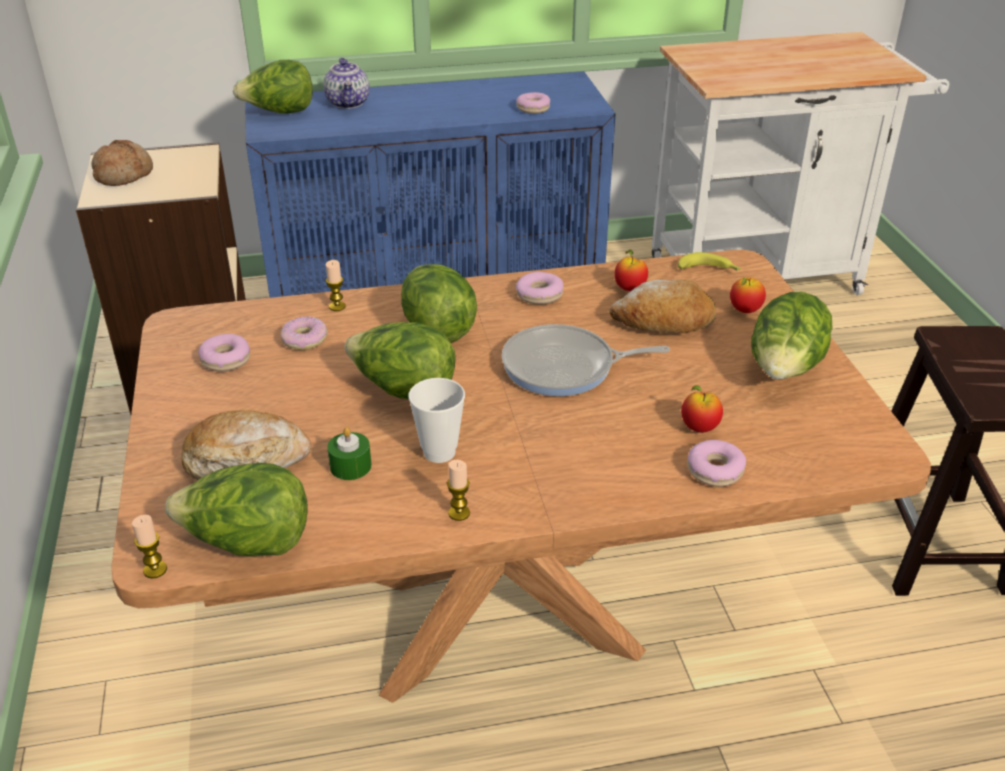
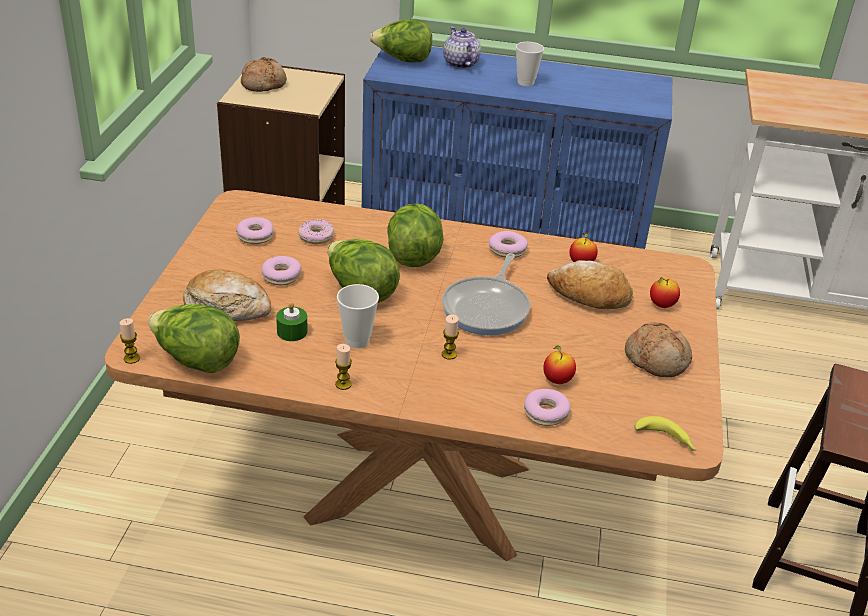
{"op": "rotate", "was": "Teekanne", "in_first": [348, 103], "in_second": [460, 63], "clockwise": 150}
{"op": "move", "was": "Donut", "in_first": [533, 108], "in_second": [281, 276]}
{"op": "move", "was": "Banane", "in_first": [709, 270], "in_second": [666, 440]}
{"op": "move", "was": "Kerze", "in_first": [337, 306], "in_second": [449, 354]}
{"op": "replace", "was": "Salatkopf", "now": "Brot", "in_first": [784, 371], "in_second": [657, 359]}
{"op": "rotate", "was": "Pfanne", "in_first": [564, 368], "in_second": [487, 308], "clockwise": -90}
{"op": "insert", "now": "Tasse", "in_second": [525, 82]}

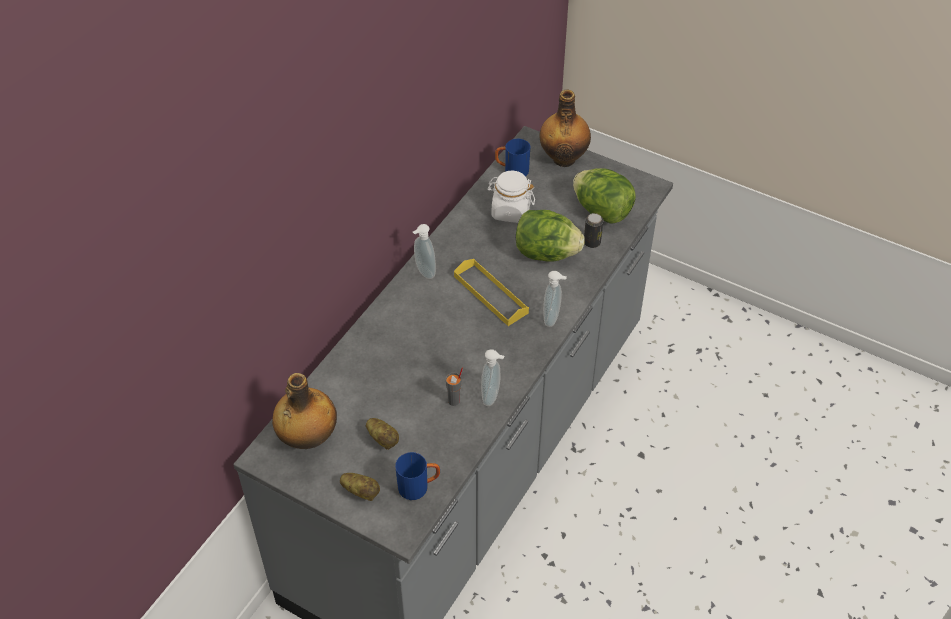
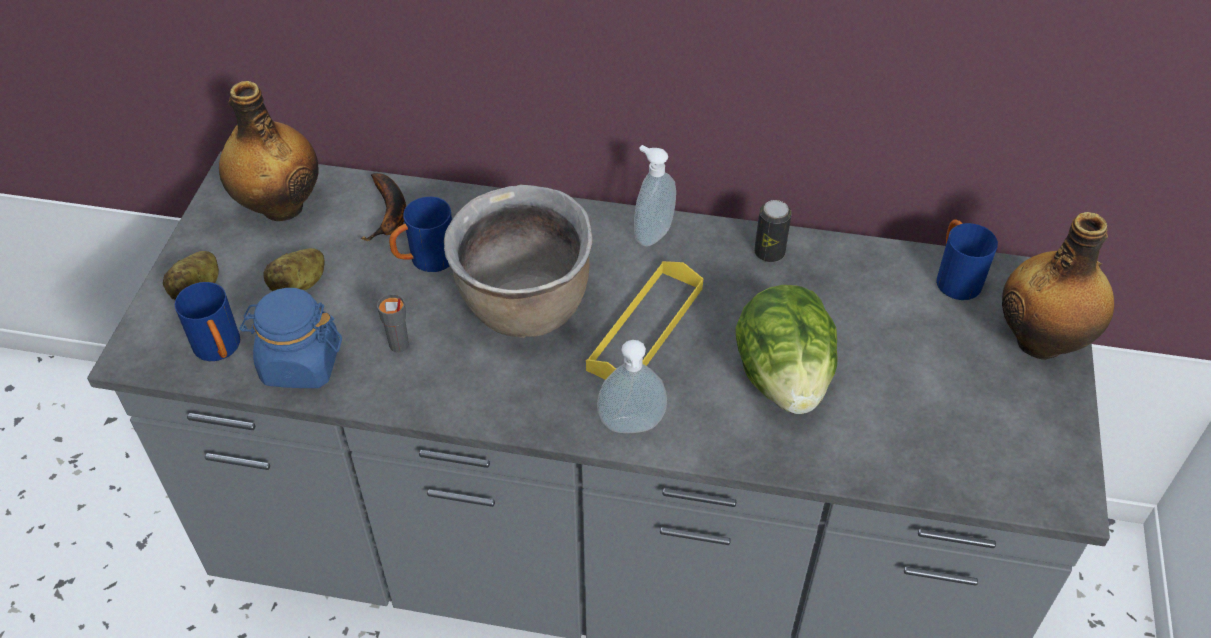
{"op": "delete", "was": "Salatkopf", "in_first": [602, 211]}
{"op": "delete", "was": "Vorratsglas/weiß", "in_first": [510, 211]}
{"op": "move", "was": "Dose", "in_first": [592, 242], "in_second": [769, 252]}
{"op": "delete", "was": "Seifenspender", "in_first": [492, 397]}
{"op": "insert", "now": "Banane", "in_second": [389, 214]}
{"op": "insert", "now": "Kochtopf/braun", "in_second": [525, 308]}
{"op": "insert", "now": "Henkelbecher/blau", "in_second": [425, 261]}
{"op": "insert", "now": "Vorratsglas/blau", "in_second": [300, 364]}

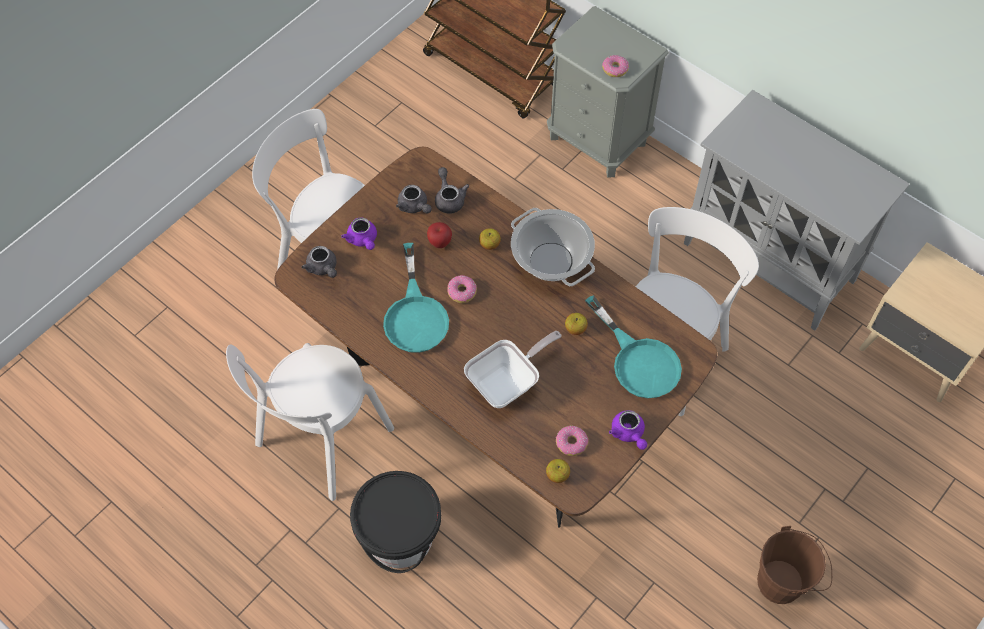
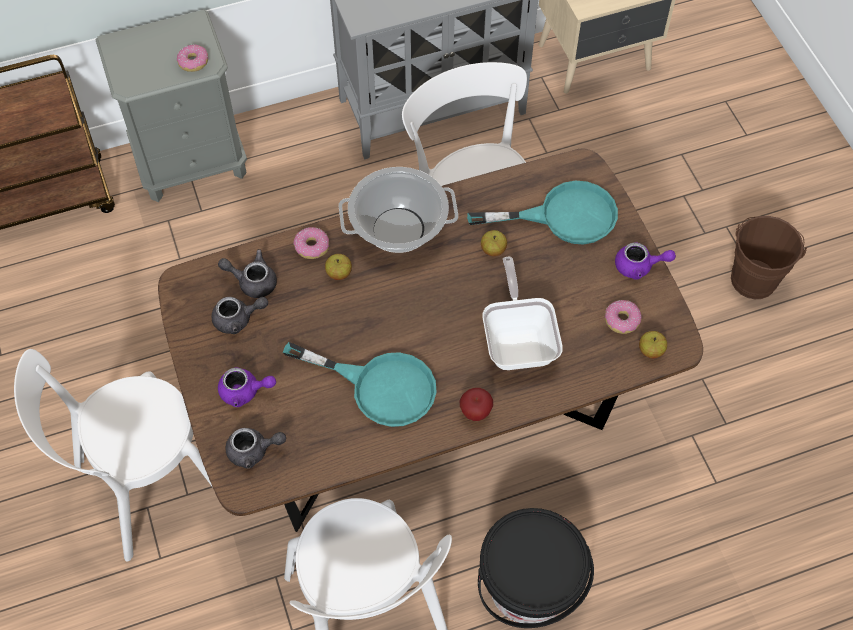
{"op": "move", "was": "Apfel", "in_first": [440, 243], "in_second": [475, 413]}
{"op": "move", "was": "Donut", "in_first": [461, 292], "in_second": [311, 247]}

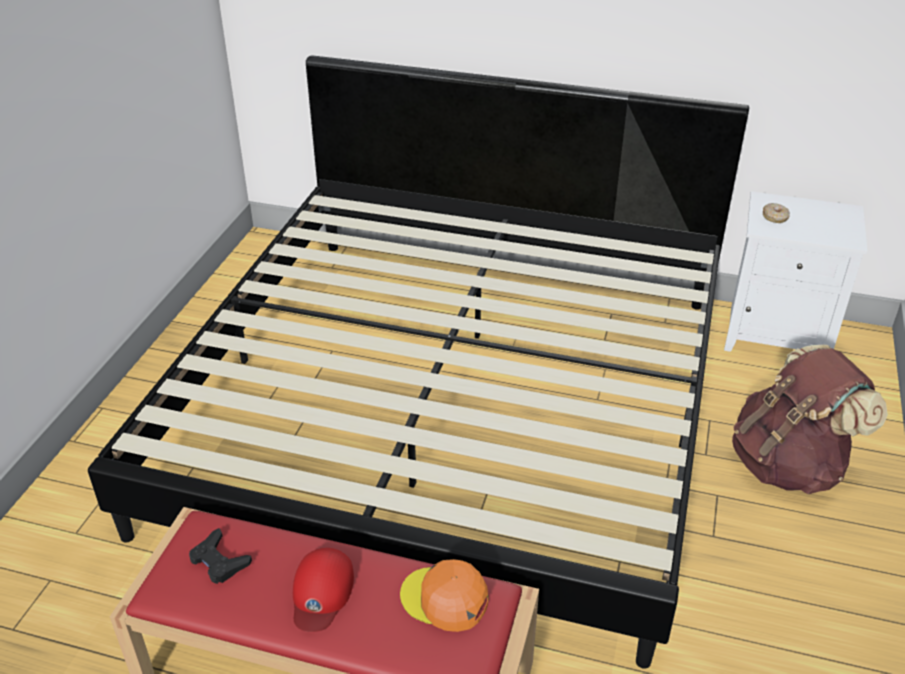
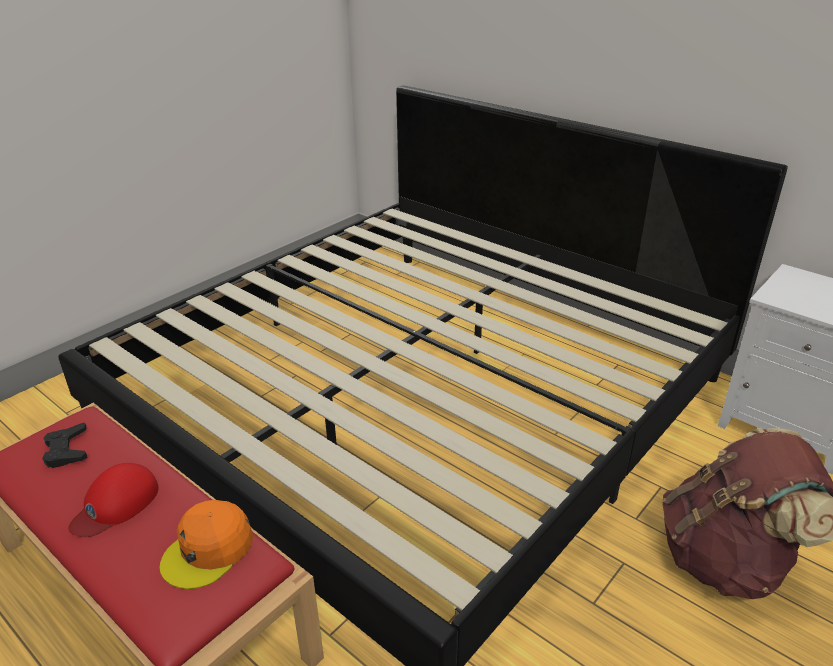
{"op": "delete", "was": "Donut", "in_first": [775, 217]}
{"op": "rotate", "was": "Kappe/orange", "in_first": [444, 599], "in_second": [208, 550], "clockwise": -105}

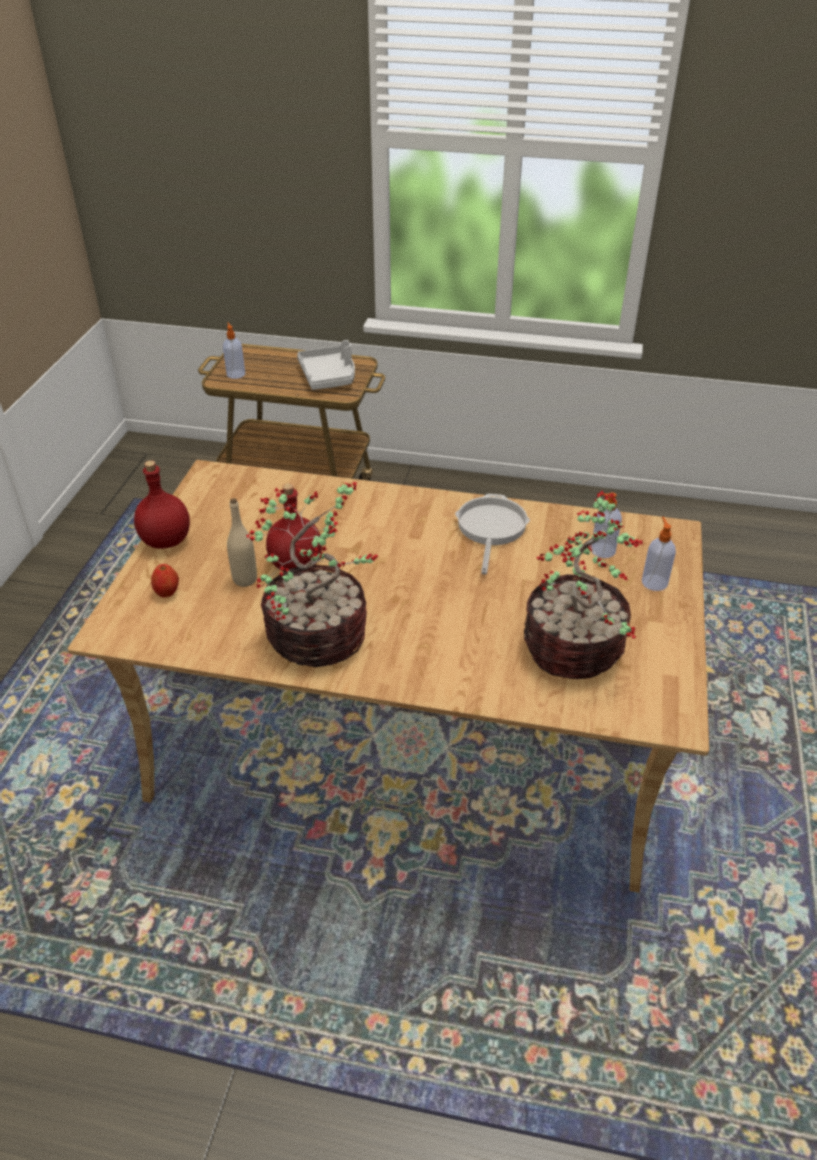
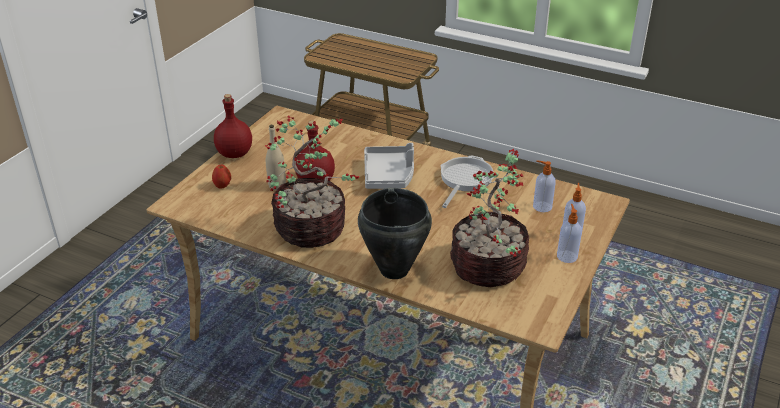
{"op": "move", "was": "Seifenspender", "in_first": [235, 374], "in_second": [566, 256]}
{"op": "move", "was": "Tablett/grau", "in_first": [329, 376], "in_second": [389, 175]}
{"op": "insert", "now": "Kochtopf/schwarz", "in_second": [393, 270]}

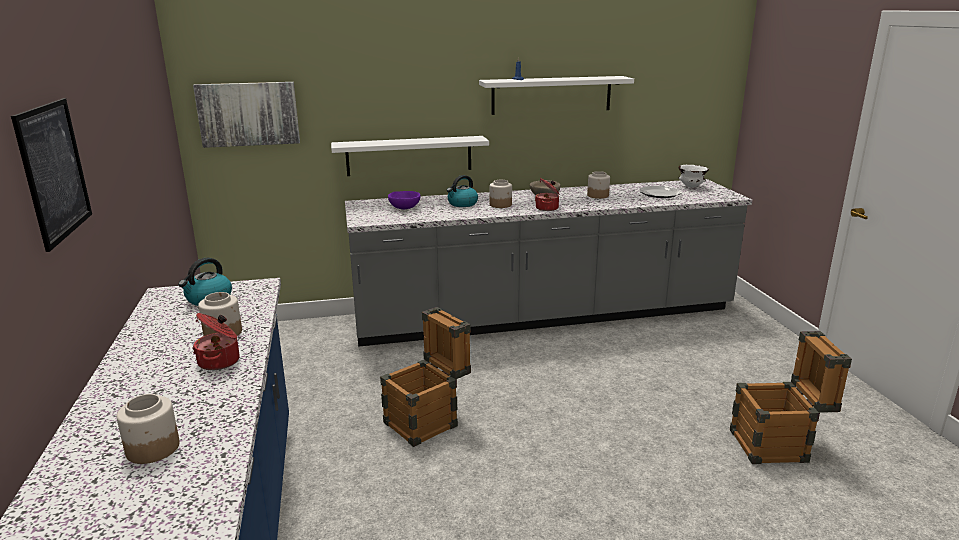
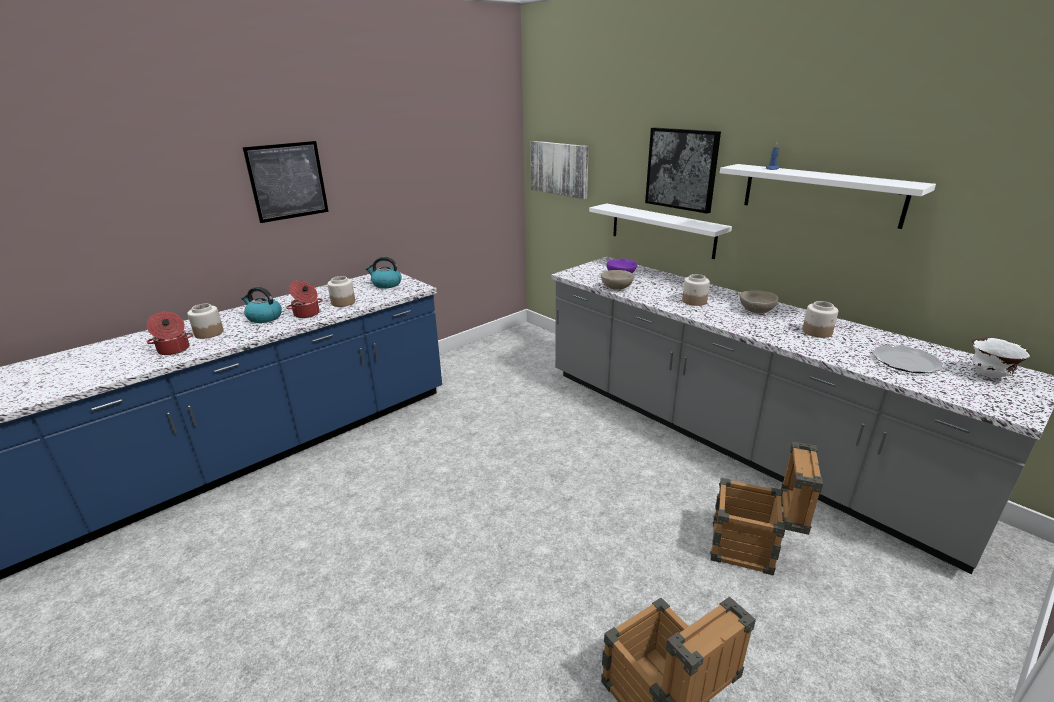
{"op": "move", "was": "Wasserkessel", "in_first": [462, 204], "in_second": [264, 318]}
{"op": "move", "was": "Kochtopf", "in_first": [547, 208], "in_second": [174, 350]}
{"op": "move", "was": "Kiste", "in_first": [428, 421], "in_second": [752, 549]}
{"op": "insert", "now": "Bild", "in_second": [681, 169]}
{"op": "insert", "now": "Schüssel/beige", "in_second": [617, 288]}

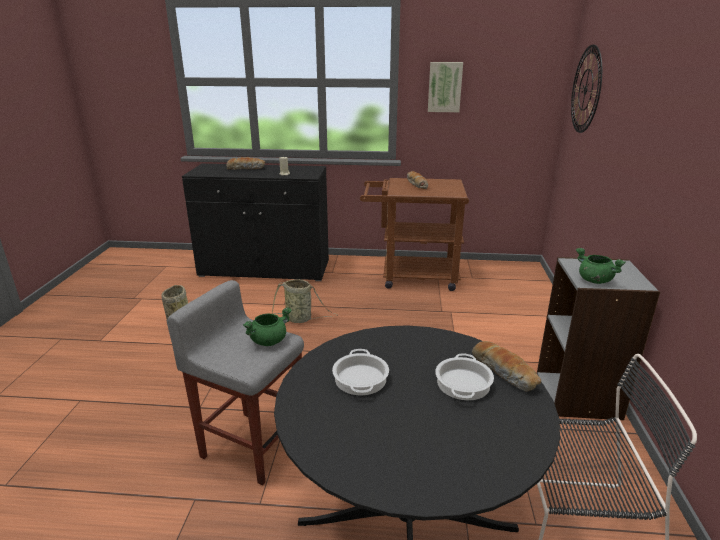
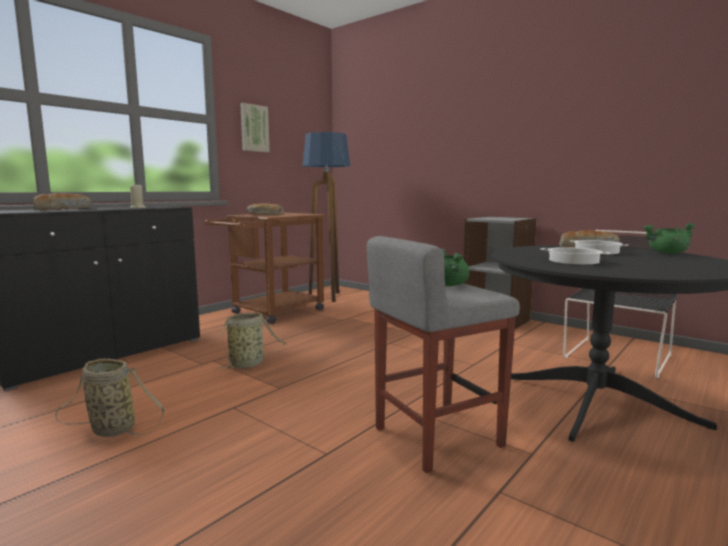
{"op": "delete", "was": "Wanduhr", "in_first": [586, 89]}
{"op": "move", "was": "Kochtopf/grün", "in_first": [594, 280], "in_second": [667, 253]}
{"op": "insert", "now": "Stehlampe", "in_second": [328, 297]}

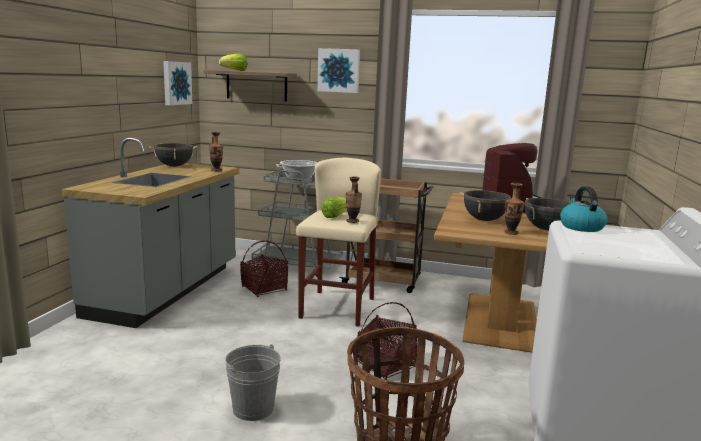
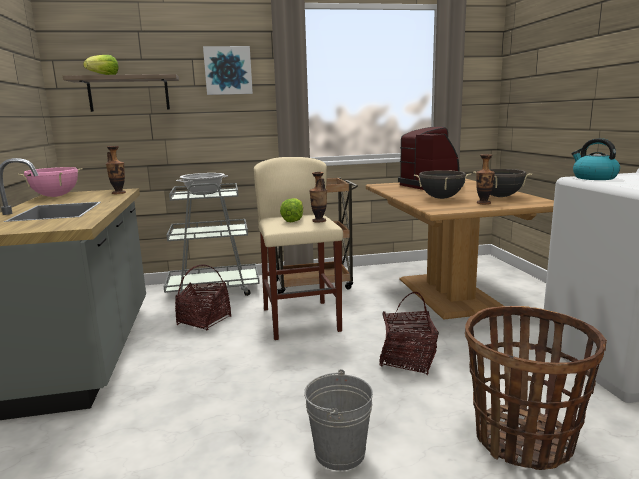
{"op": "delete", "was": "Bild", "in_first": [176, 83]}
{"op": "recolor", "was": "Kochtopf/schwarz", "now": "Kochtopf/rosa", "in_first": [174, 166], "in_second": [55, 196]}

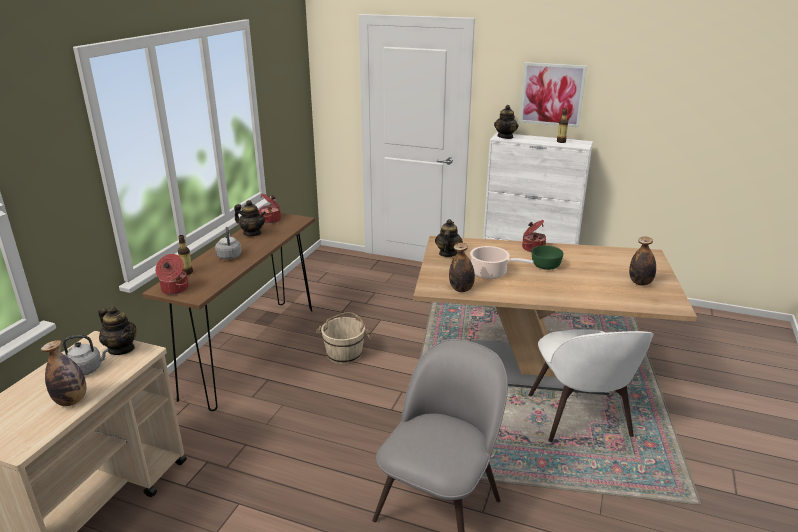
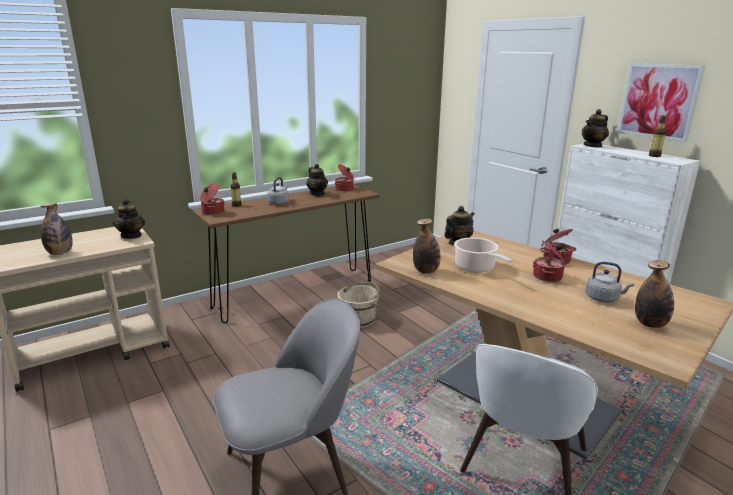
{"op": "replace", "was": "Schüssel/grün", "now": "Kochtopf", "in_first": [545, 265], "in_second": [548, 277]}
{"op": "move", "was": "Wasserkessel/grau", "in_first": [87, 369], "in_second": [603, 298]}

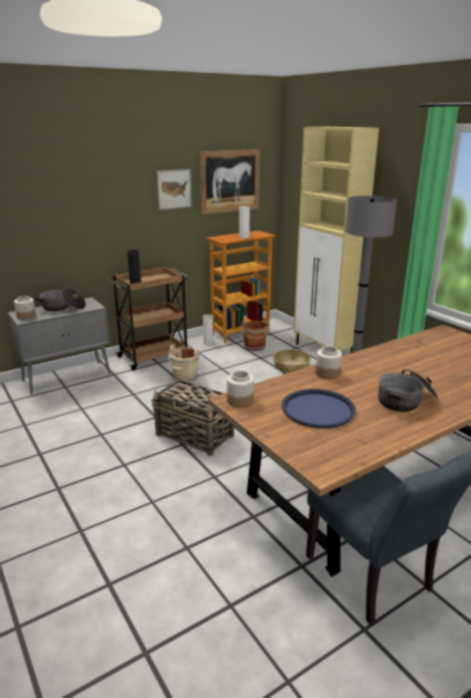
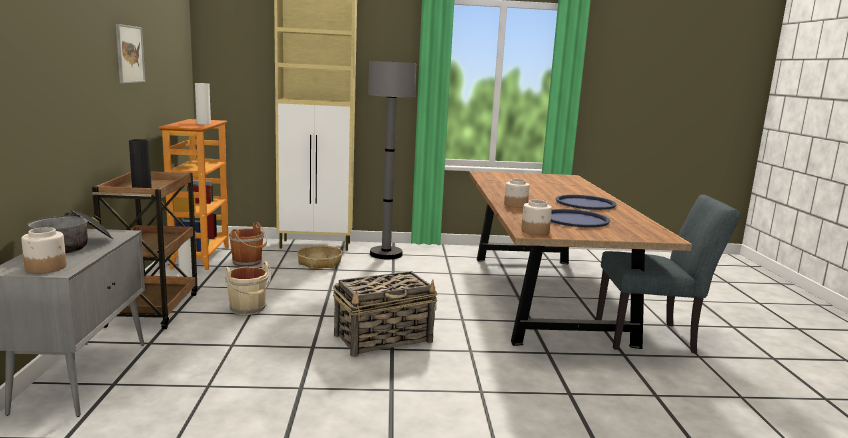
{"op": "delete", "was": "Bild", "in_first": [230, 181]}
{"op": "replace", "was": "Kochtopf", "now": "Tablett/blau", "in_first": [406, 401], "in_second": [585, 203]}

